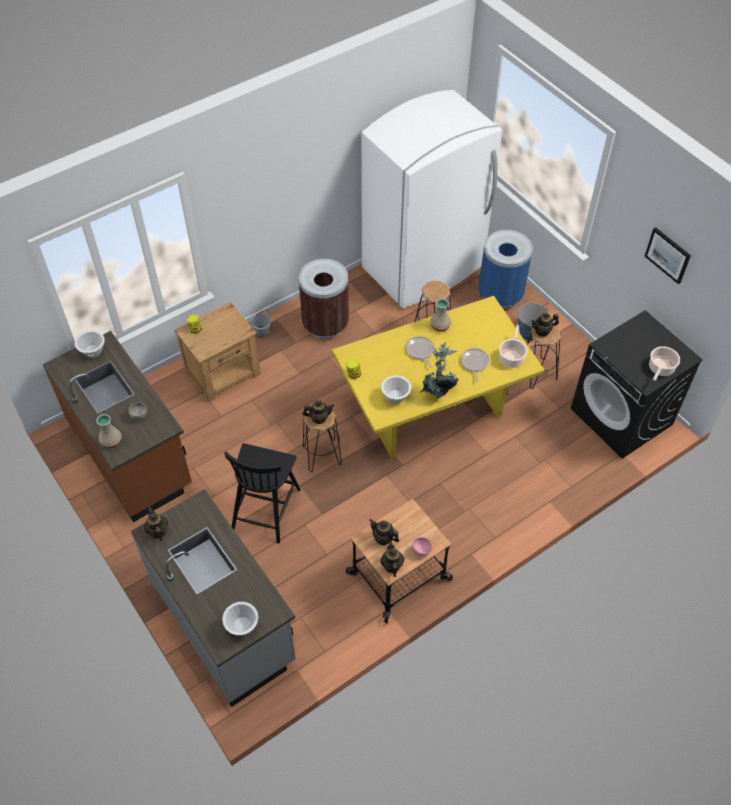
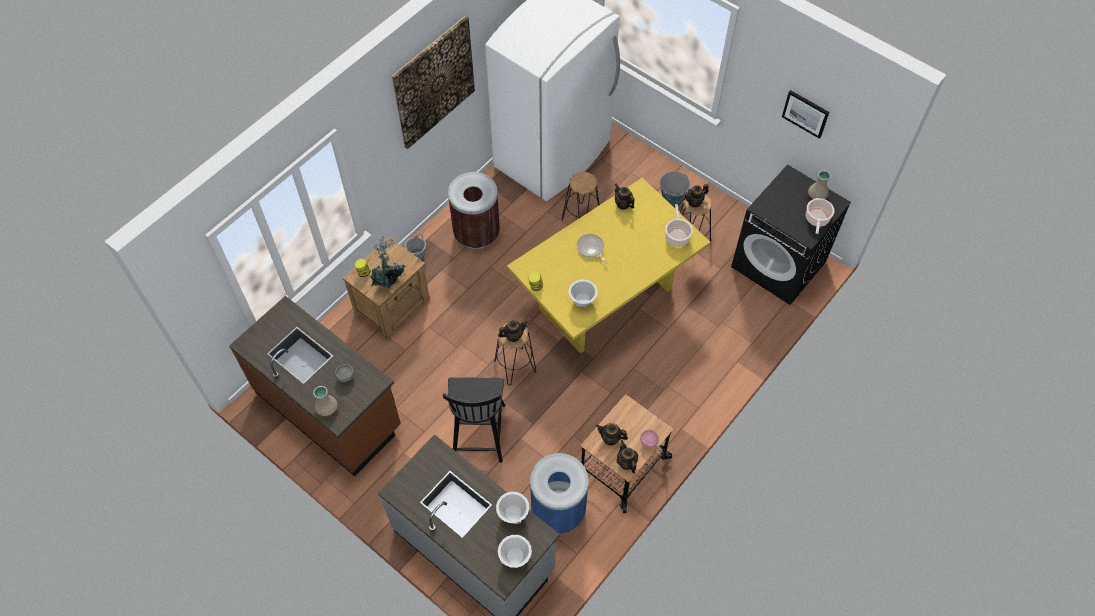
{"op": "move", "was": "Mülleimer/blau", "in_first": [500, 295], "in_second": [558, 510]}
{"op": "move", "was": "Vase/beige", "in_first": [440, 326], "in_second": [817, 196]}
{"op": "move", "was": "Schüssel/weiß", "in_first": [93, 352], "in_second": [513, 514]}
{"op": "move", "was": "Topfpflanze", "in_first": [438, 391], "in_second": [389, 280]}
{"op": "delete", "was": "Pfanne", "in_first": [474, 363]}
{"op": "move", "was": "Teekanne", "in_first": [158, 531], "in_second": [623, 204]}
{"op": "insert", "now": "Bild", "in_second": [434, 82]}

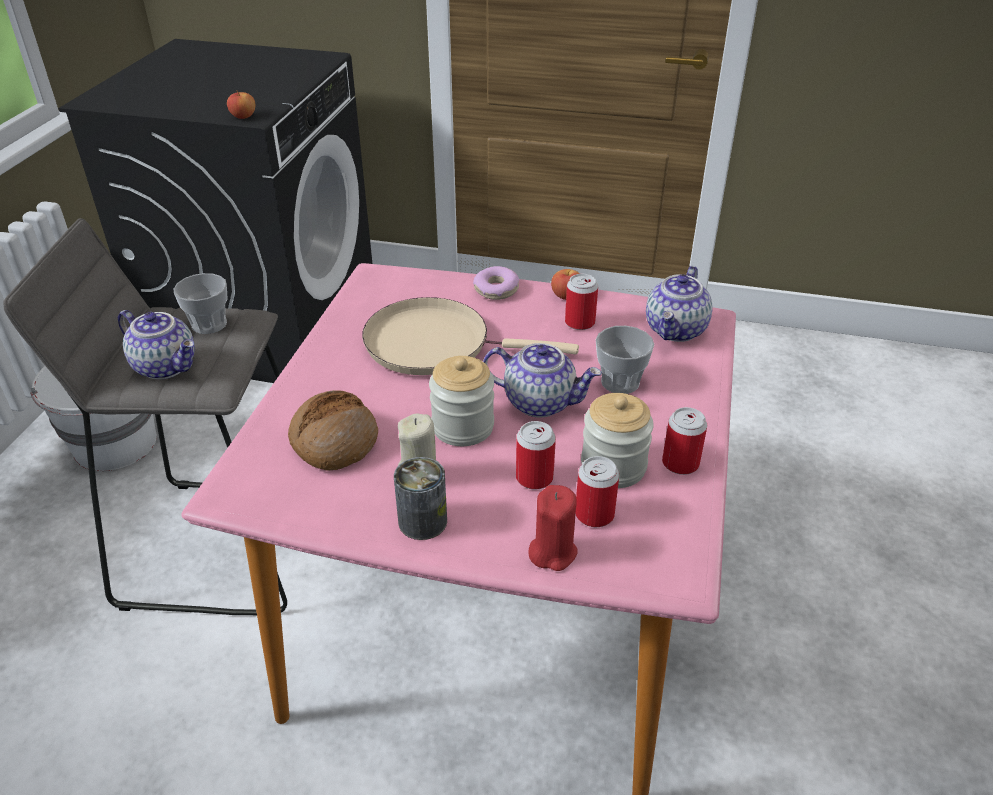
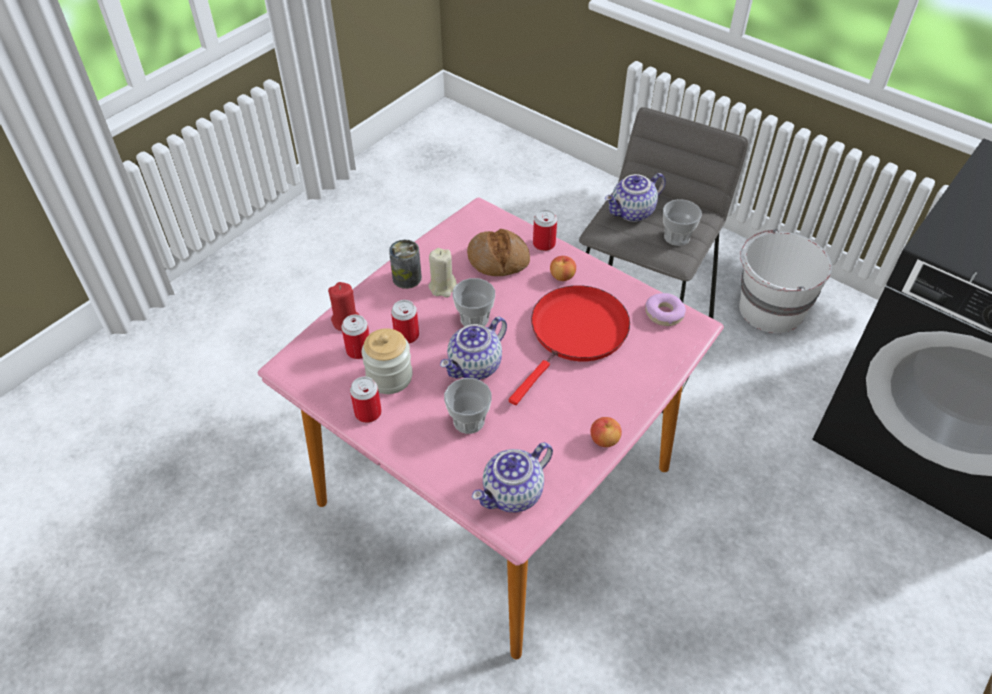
{"op": "move", "was": "Apfel", "in_first": [243, 116], "in_second": [562, 276]}
{"op": "move", "was": "Donut", "in_first": [496, 290], "in_second": [664, 314]}
{"op": "rotate", "was": "Teekanne", "in_first": [676, 330], "in_second": [513, 494], "clockwise": -90}
{"op": "move", "was": "Dose", "in_first": [579, 323], "in_second": [544, 244]}
{"op": "recolor", "was": "Pfanne/beige", "now": "Pfanne/rot", "in_first": [436, 344], "in_second": [575, 334]}
{"op": "replace", "was": "Vorratsglas", "now": "Tasse", "in_first": [463, 427], "in_second": [474, 319]}

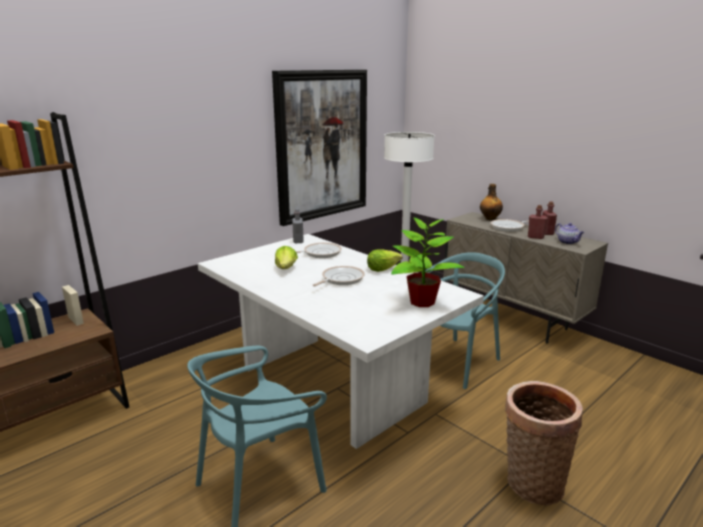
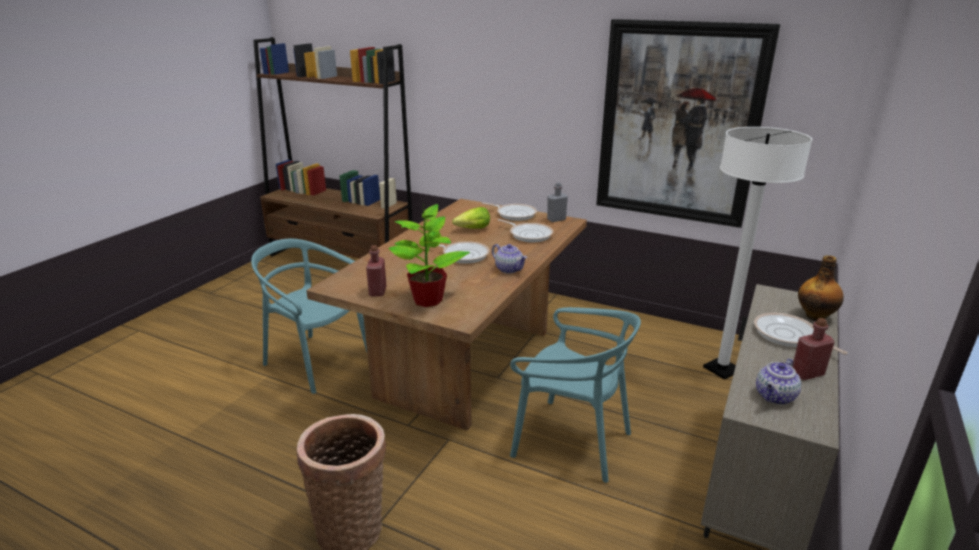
{"op": "move", "was": "Flasche/rot", "in_first": [535, 237], "in_second": [377, 291]}
{"op": "recolor", "was": "Esstisch/weiß", "now": "Esstisch/braun", "in_first": [330, 385], "in_second": [466, 362]}
{"op": "replace", "was": "Salatkopf", "now": "Teekanne", "in_first": [382, 269], "in_second": [509, 269]}
{"op": "insert", "now": "Pfanne", "in_second": [514, 214]}

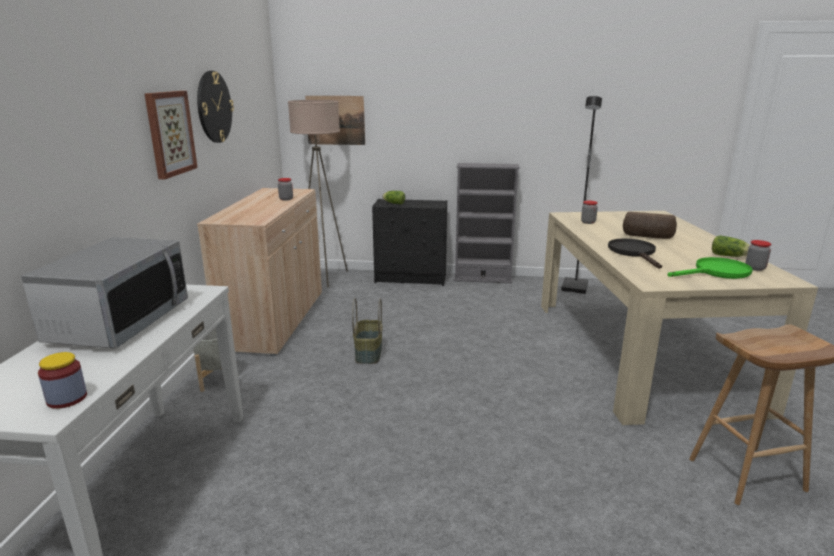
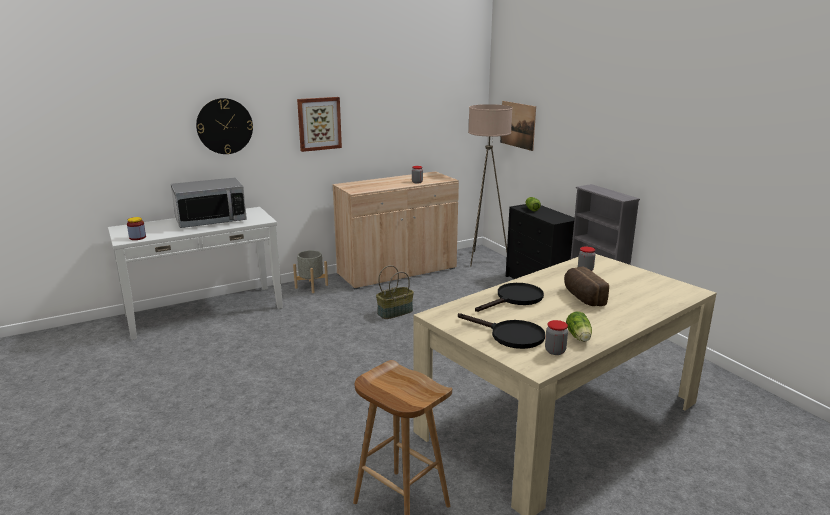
{"op": "move", "was": "Wanduhr", "in_first": [214, 107], "in_second": [224, 126]}
{"op": "delete", "was": "Stehlampe/schwarz", "in_first": [575, 287]}
{"op": "recolor", "was": "Pfanne/grün", "now": "Pfanne/schwarz", "in_first": [716, 272], "in_second": [510, 335]}

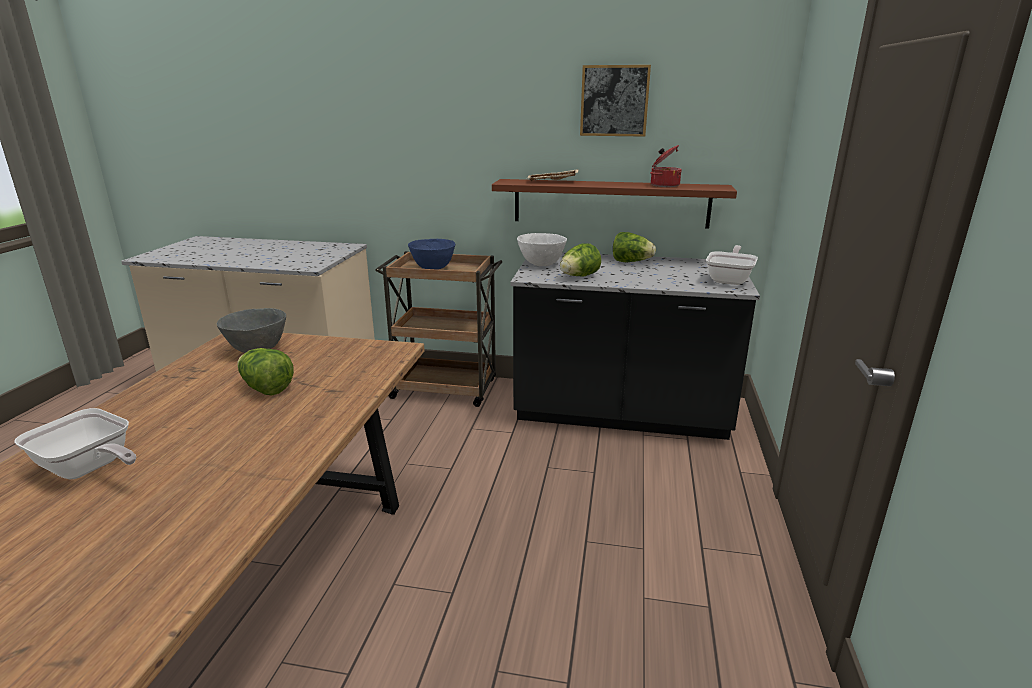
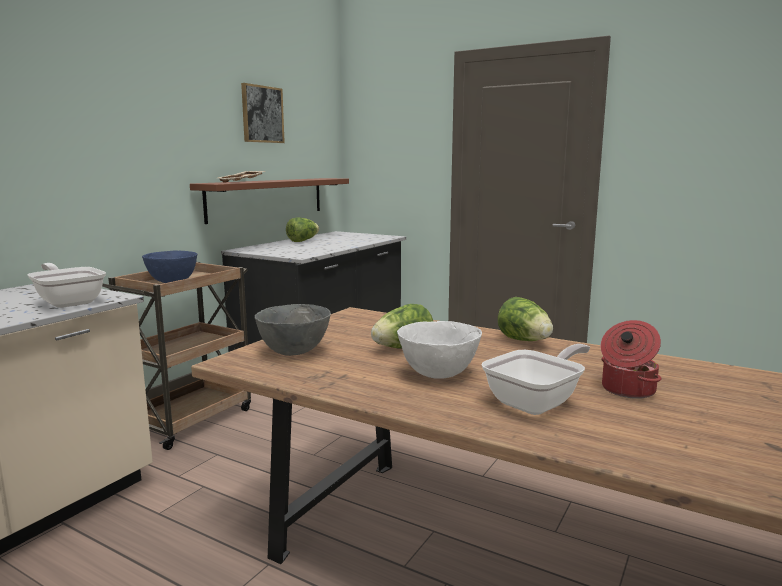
{"op": "move", "was": "Kochtopf", "in_first": [664, 185], "in_second": [626, 390]}
{"op": "move", "was": "Schüssel/weiß", "in_first": [541, 264], "in_second": [438, 375]}
{"op": "move", "was": "Salatkopf", "in_first": [579, 277], "in_second": [525, 341]}
{"op": "move", "was": "Pfanne", "in_first": [730, 279], "in_second": [69, 302]}

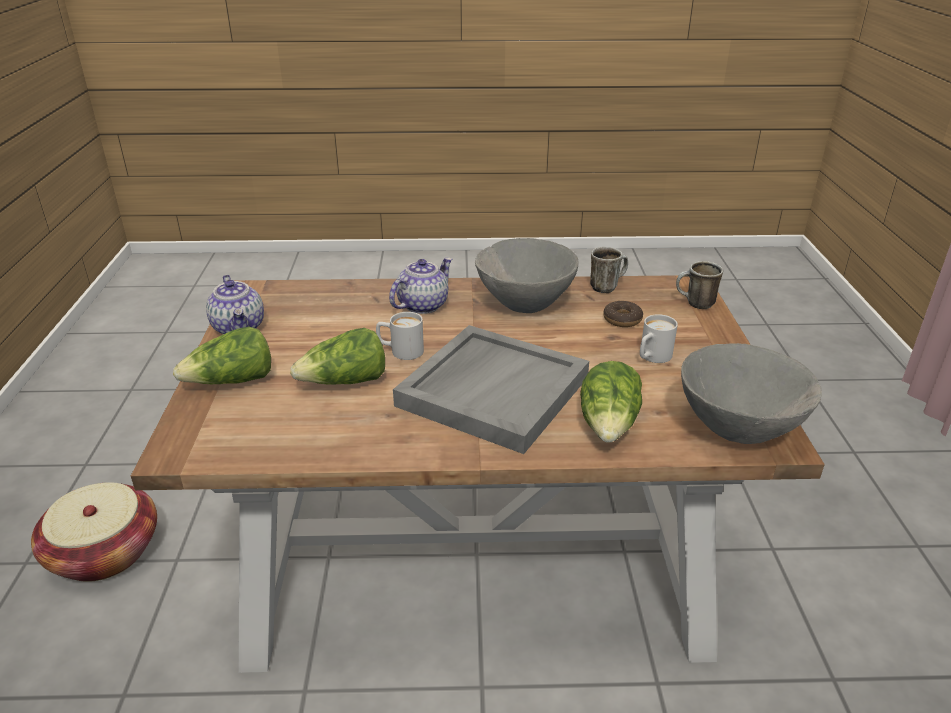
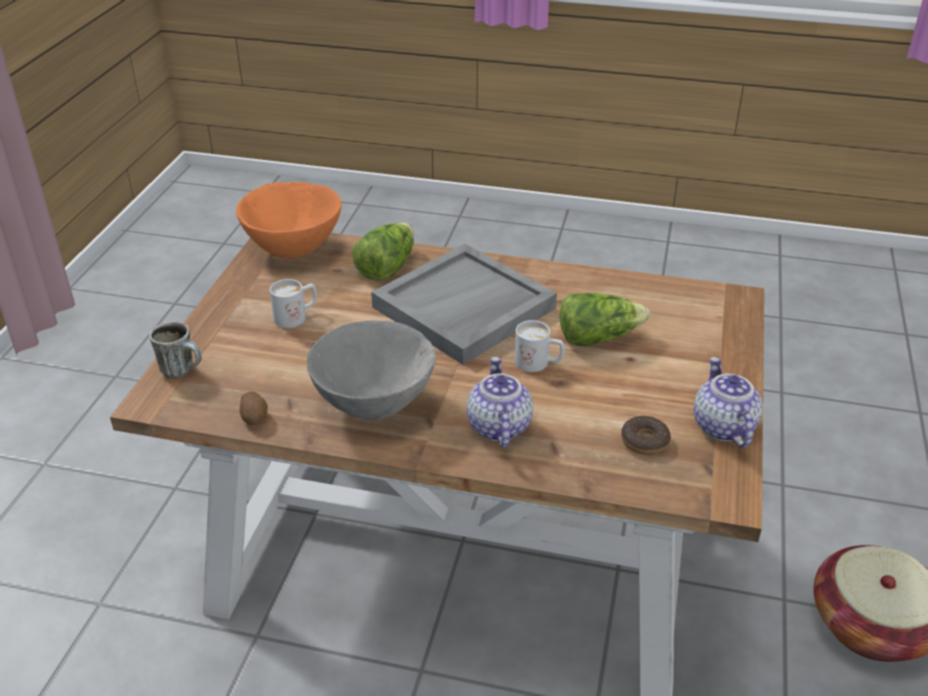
{"op": "replace", "was": "Henkelbecher", "now": "Kartoffel", "in_first": [606, 286], "in_second": [255, 417]}
{"op": "rotate", "was": "Teekanne", "in_first": [422, 305], "in_second": [497, 426], "clockwise": 120}
{"op": "move", "was": "Donut", "in_first": [622, 319], "in_second": [644, 441]}
{"op": "delete", "was": "Salatkopf", "in_first": [232, 382]}
{"op": "recolor", "was": "Schüssel/grau", "now": "Schüssel/orange", "in_first": [737, 430], "in_second": [294, 249]}

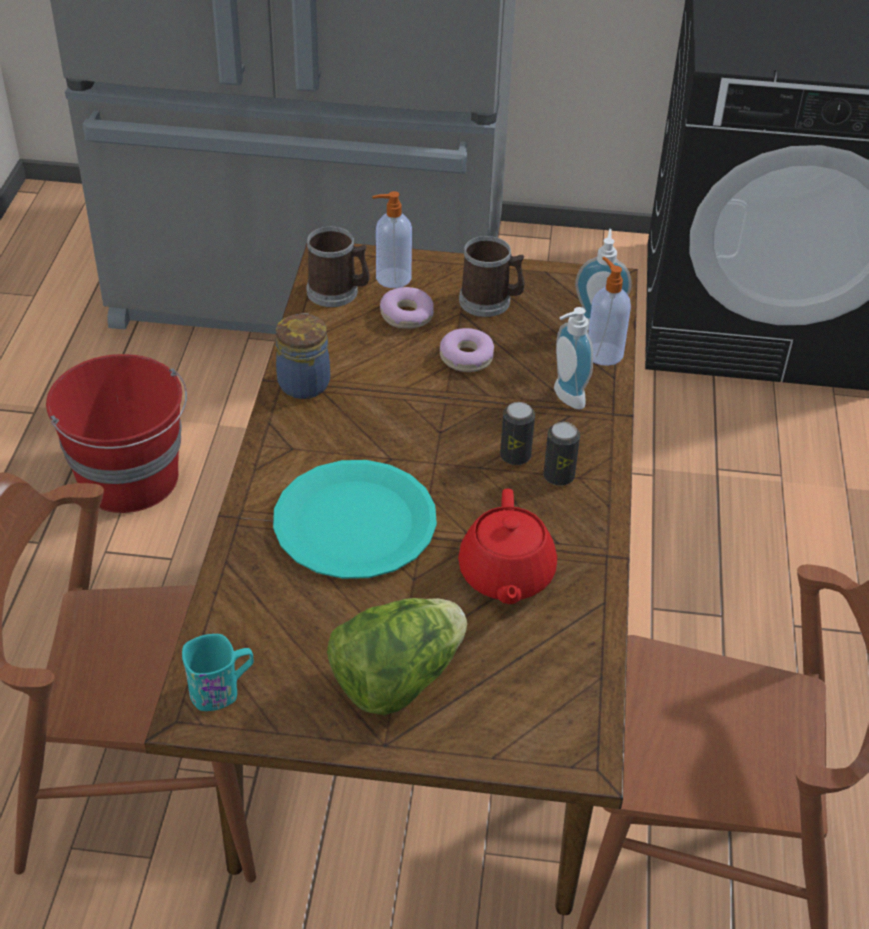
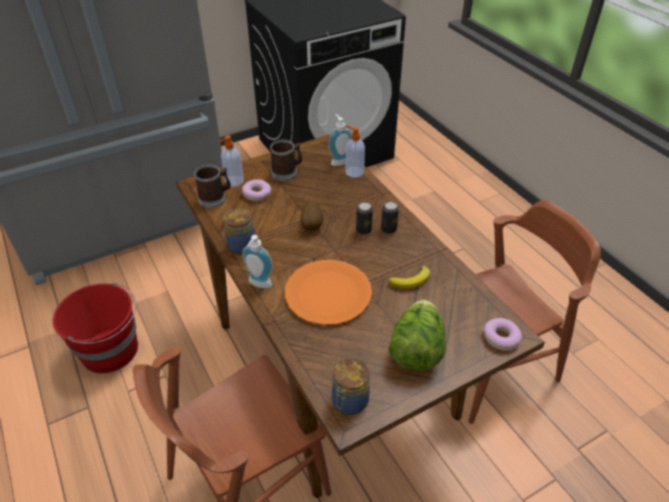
{"op": "move", "was": "Seifenspender", "in_first": [564, 398], "in_second": [258, 285]}
{"op": "move", "was": "Donut", "in_first": [466, 357], "in_second": [501, 337]}
{"op": "recolor", "was": "Teller/türkis", "now": "Teller/orange", "in_first": [354, 522], "in_second": [328, 293]}
{"op": "replace", "was": "Teekanne/rot", "now": "Banane", "in_first": [505, 576], "in_second": [411, 280]}
{"op": "replace", "was": "Henkelbecher/türkis", "now": "Vorratsglas", "in_first": [222, 689], "in_second": [349, 402]}
{"op": "insert", "now": "Kartoffel", "in_second": [312, 225]}

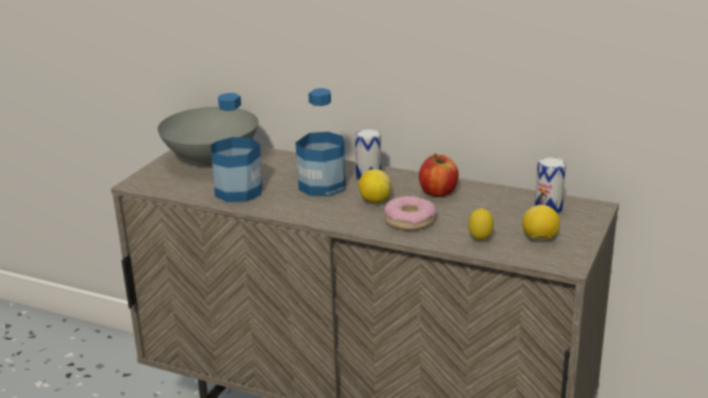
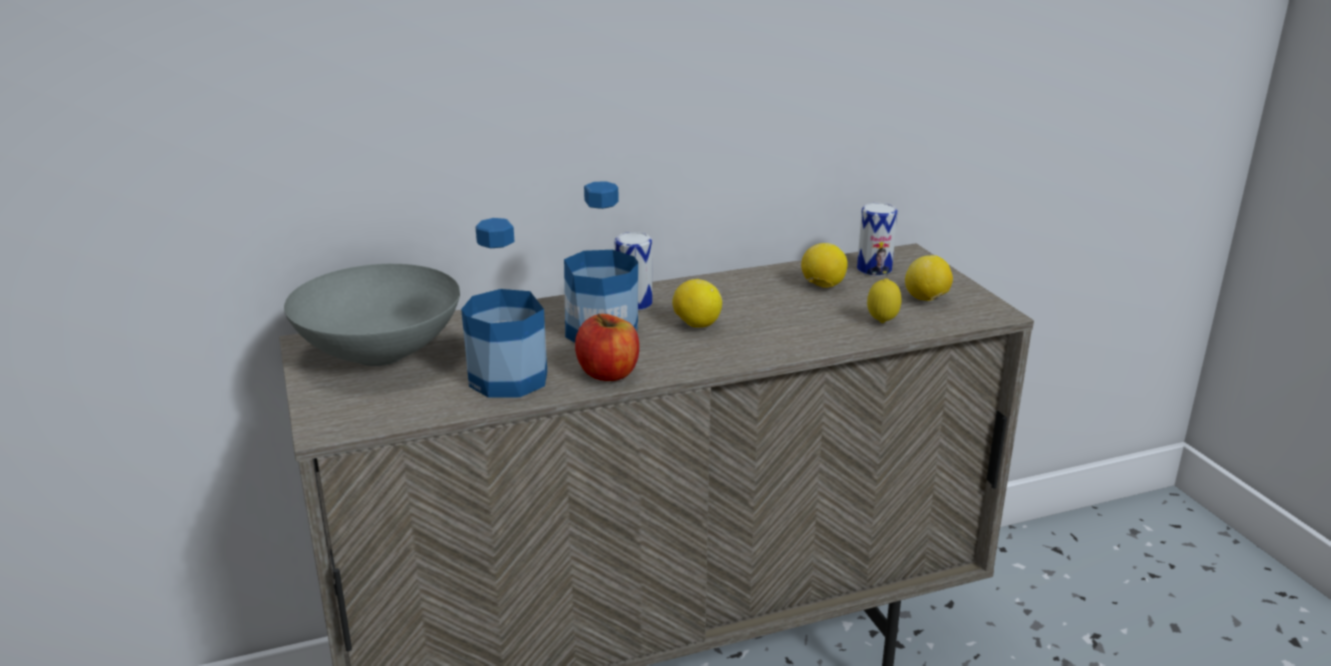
{"op": "move", "was": "Apfel", "in_first": [438, 192], "in_second": [608, 373]}
{"op": "delete", "was": "Donut", "in_first": [410, 220]}
{"op": "insert", "now": "Zitrone", "in_second": [822, 286]}

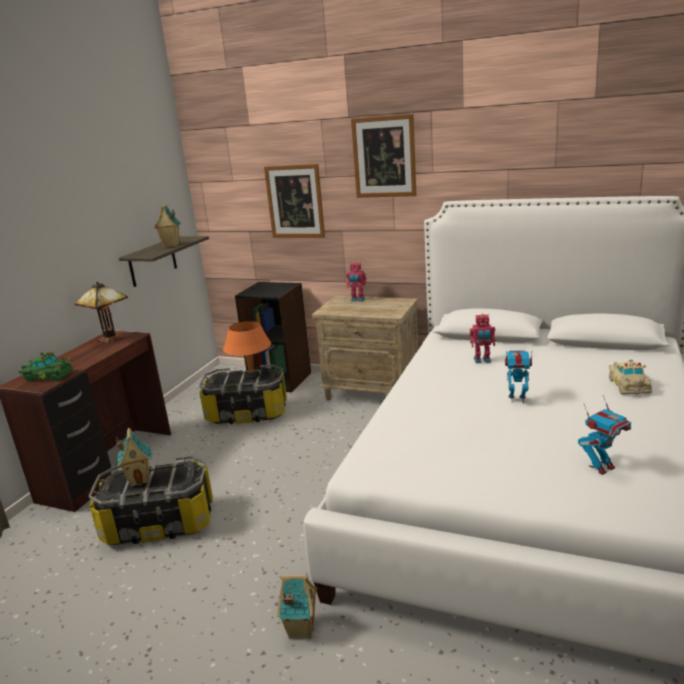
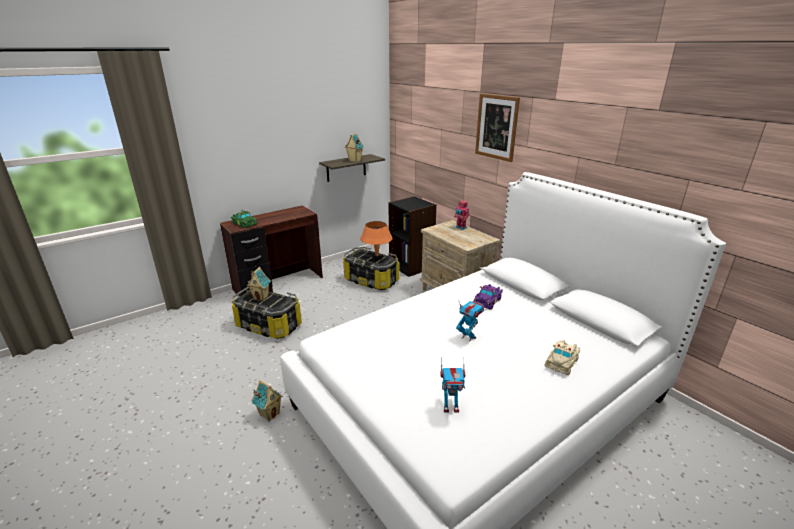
{"op": "delete", "was": "Bild", "in_first": [295, 201]}
{"op": "delete", "was": "Tischlampe", "in_first": [112, 339]}
{"op": "replace", "was": "Spielzeugroboter", "now": "Spielzeugauto/lila", "in_first": [482, 360], "in_second": [488, 301]}

